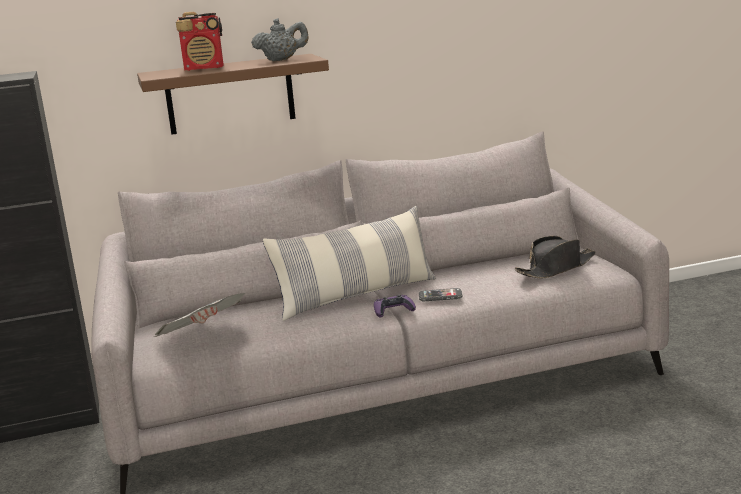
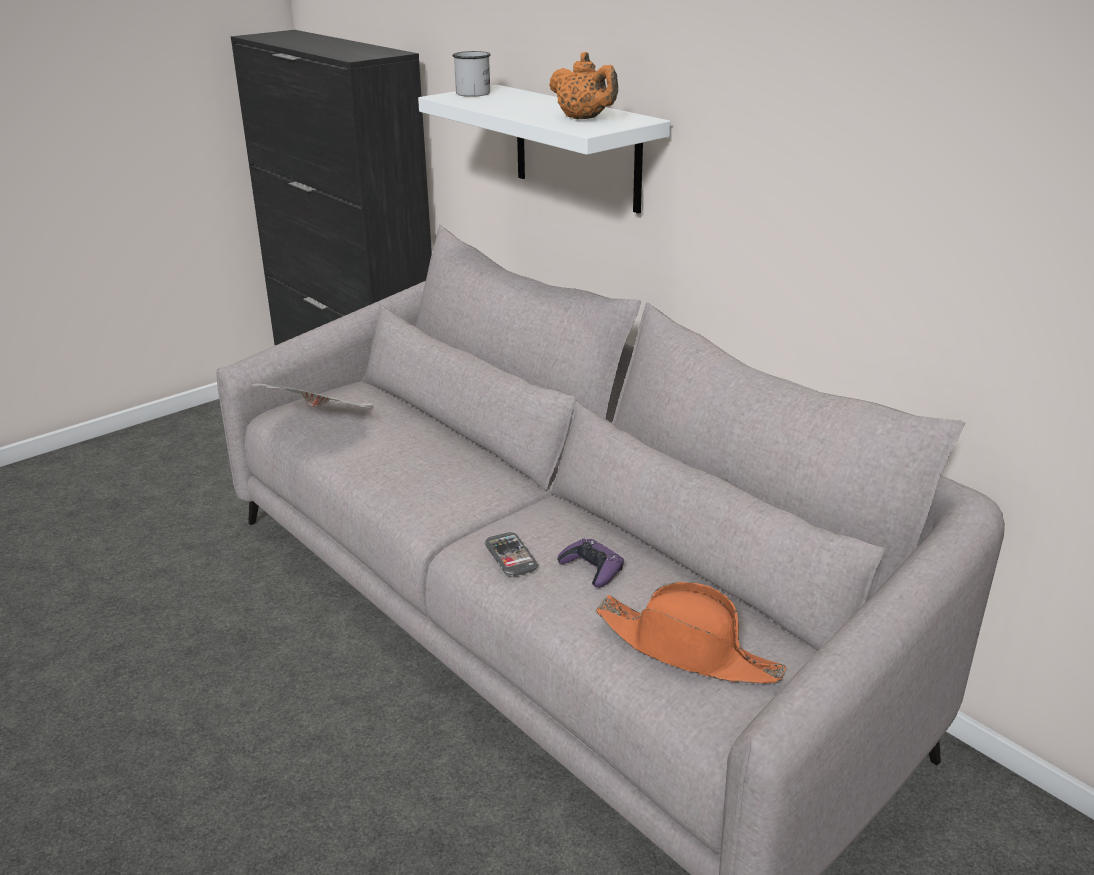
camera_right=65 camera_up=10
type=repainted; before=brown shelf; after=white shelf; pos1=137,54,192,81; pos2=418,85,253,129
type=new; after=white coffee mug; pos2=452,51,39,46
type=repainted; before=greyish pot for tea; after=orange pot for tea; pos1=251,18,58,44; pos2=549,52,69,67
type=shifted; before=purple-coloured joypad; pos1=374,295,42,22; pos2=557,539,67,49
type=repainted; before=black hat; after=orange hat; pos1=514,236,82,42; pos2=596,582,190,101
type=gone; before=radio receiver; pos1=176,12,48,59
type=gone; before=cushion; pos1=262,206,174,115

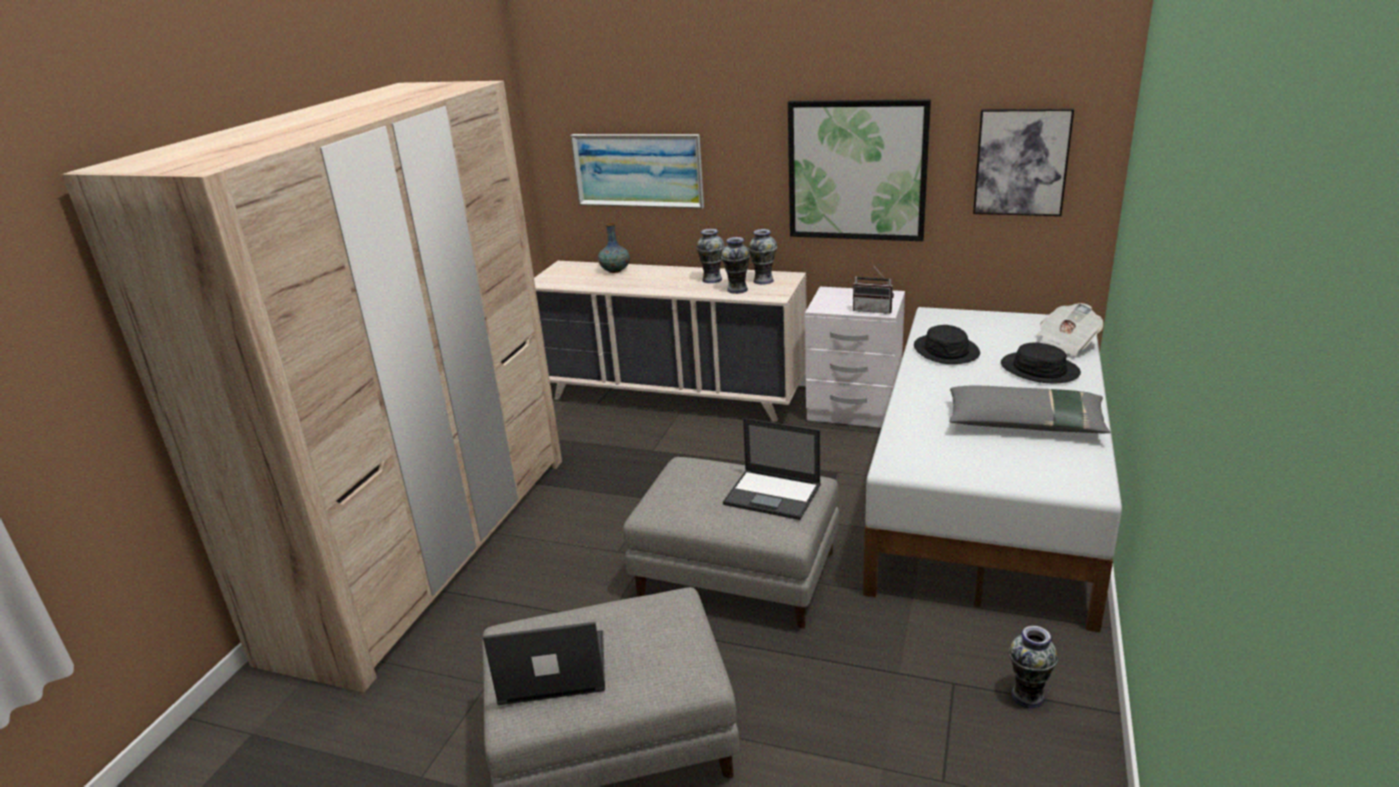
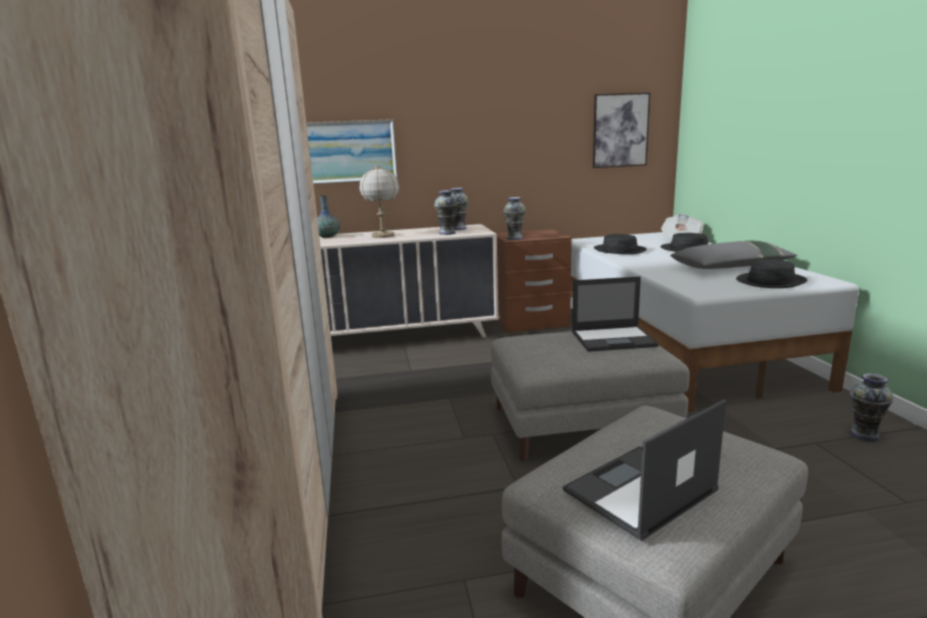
camera_right=-30 camera_up=-10
type=new; after=table lamp; pos2=359,164,40,74
type=repainted; before=white night table; after=brown night table; pos1=805,287,100,141; pos2=496,229,76,104
type=shifted; before=flower vase; pos1=696,229,29,54; pos2=503,197,23,43
type=new; after=black hat; pos2=736,260,71,28
type=gone; before=wall picture; pos1=788,99,143,142
type=gone; before=radio receiver; pos1=853,264,41,50

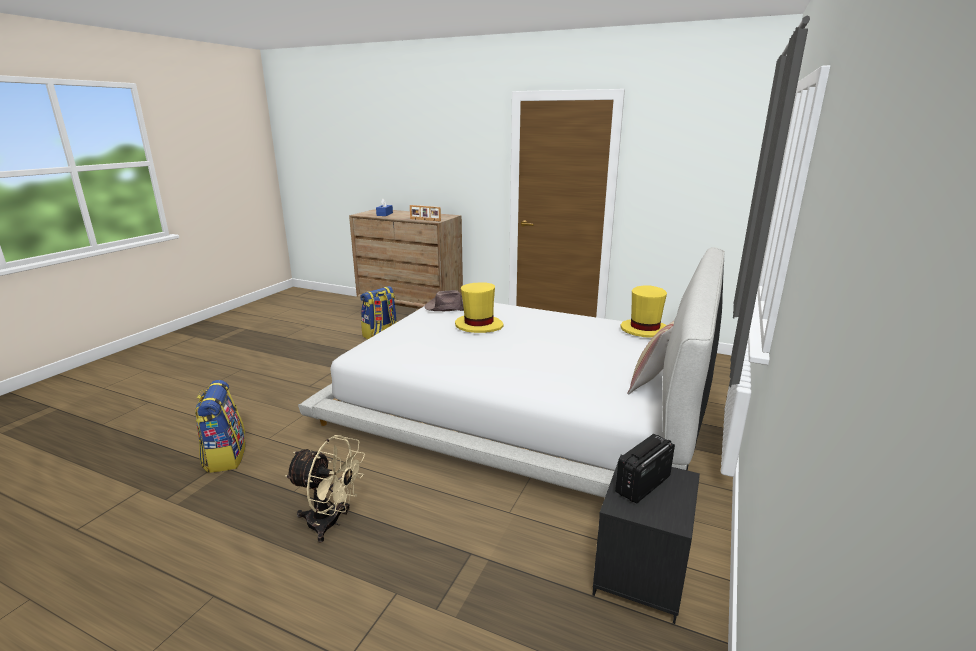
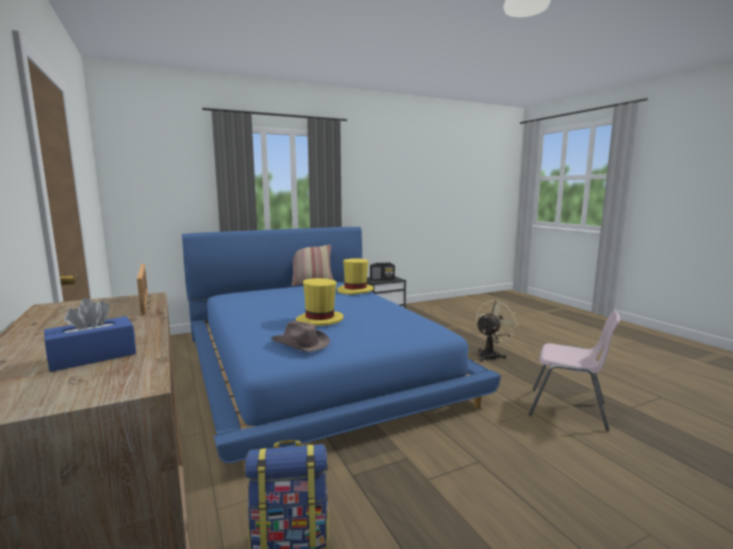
camera_right=-140 camera_up=-10
type=repainted; before=white sleeping bed; after=blue-coloured sleeping bed; pos1=298,247,427,251; pos2=182,227,319,245
type=shifted; before=yellow-coloured hat; pos1=620,285,47,53; pos2=337,258,37,37
type=rotated; before=beige fan; pos1=285,435,80,108; pos2=476,299,43,63; turn=75
type=swapped; before=knapsack; after=pinkish plain chair; pos1=195,380,50,93; pos2=528,311,92,120

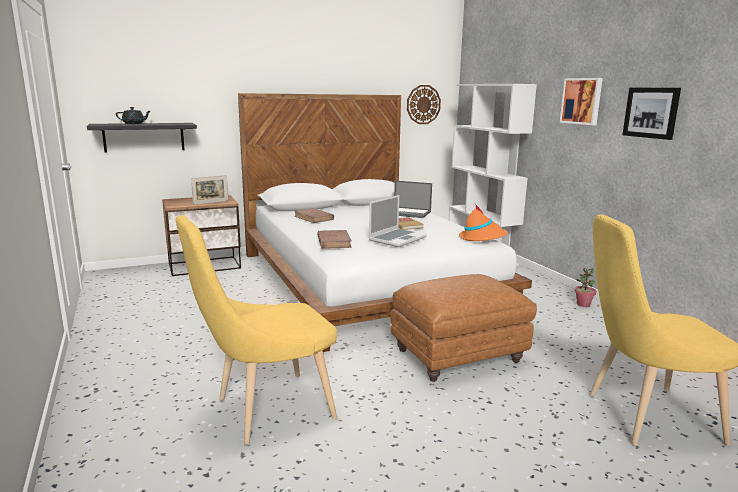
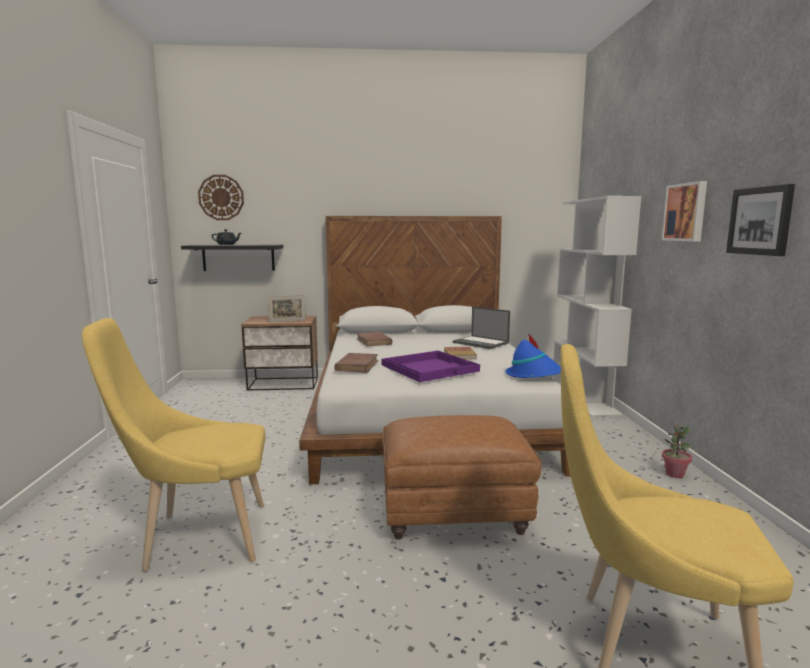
camera_right=20 camera_up=-5
type=shifted; before=hanging clock; pos1=407,85,34,39; pos2=198,175,46,45
type=swapped; before=laptop; after=purple-coloured carrying tray; pos1=369,195,58,52; pos2=382,351,98,31
type=repainted; before=orange hat; after=blue-coloured hat; pos1=459,204,49,37; pos2=505,333,56,45

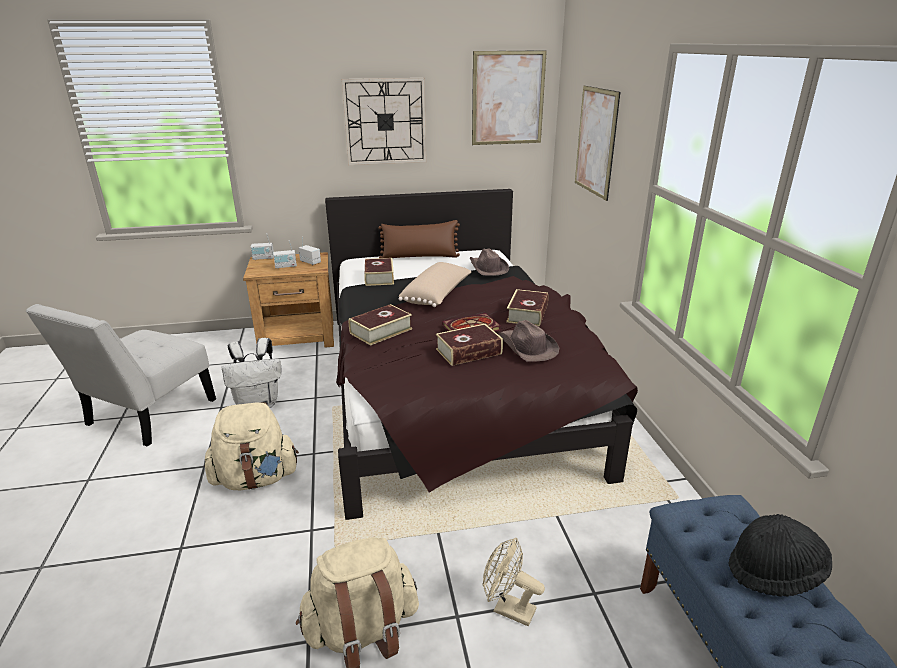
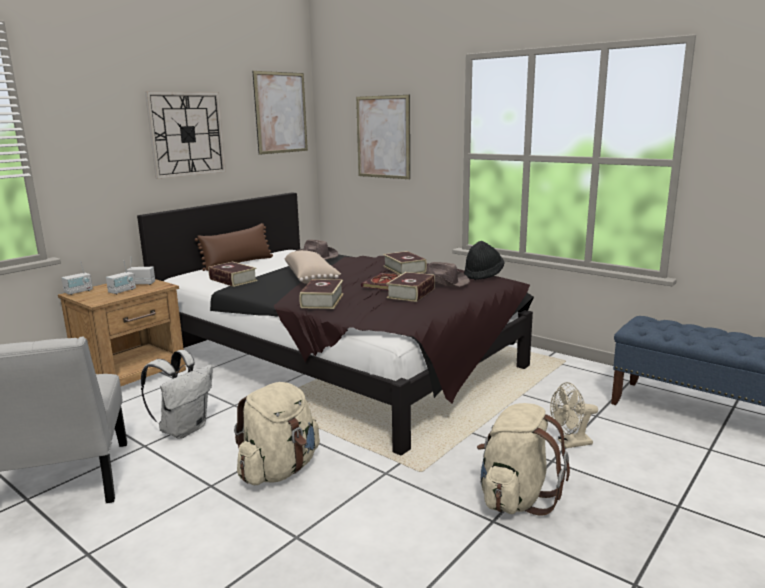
camera_right=-40 camera_up=-10
type=shifted; before=black hat; pos1=729,514,103,83; pos2=464,241,41,39

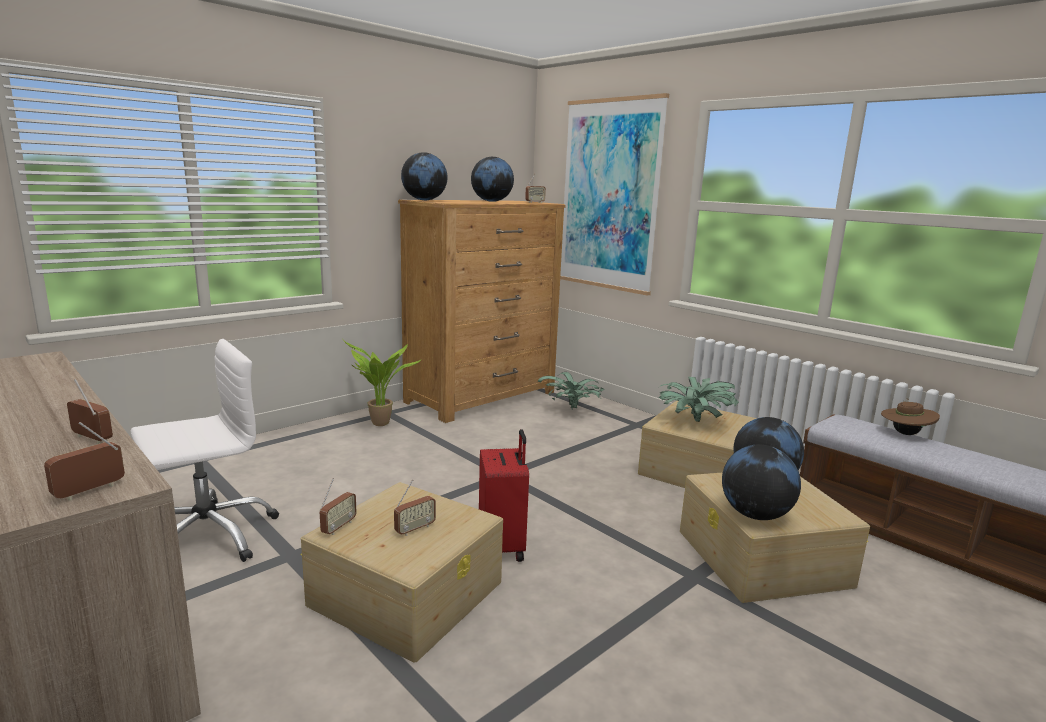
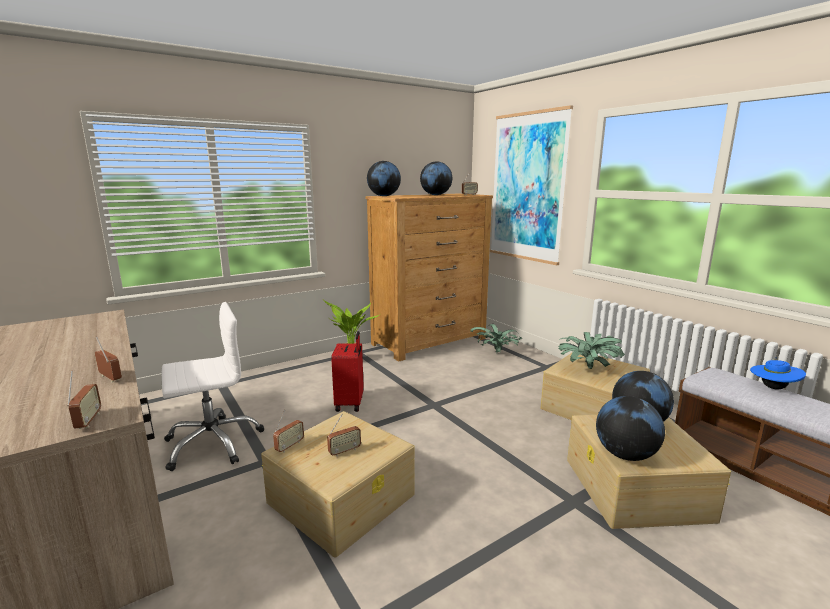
camera_right=10 camera_up=0
type=rotated; before=radio receiver; pos1=44,422,81,79; pos2=67,371,34,58; turn=120
type=shifted; before=red travel case; pos1=479,429,50,133; pos2=331,331,33,81
type=repainted; before=brown hat; after=blue-coloured hat; pos1=881,398,59,37; pos2=750,357,56,32

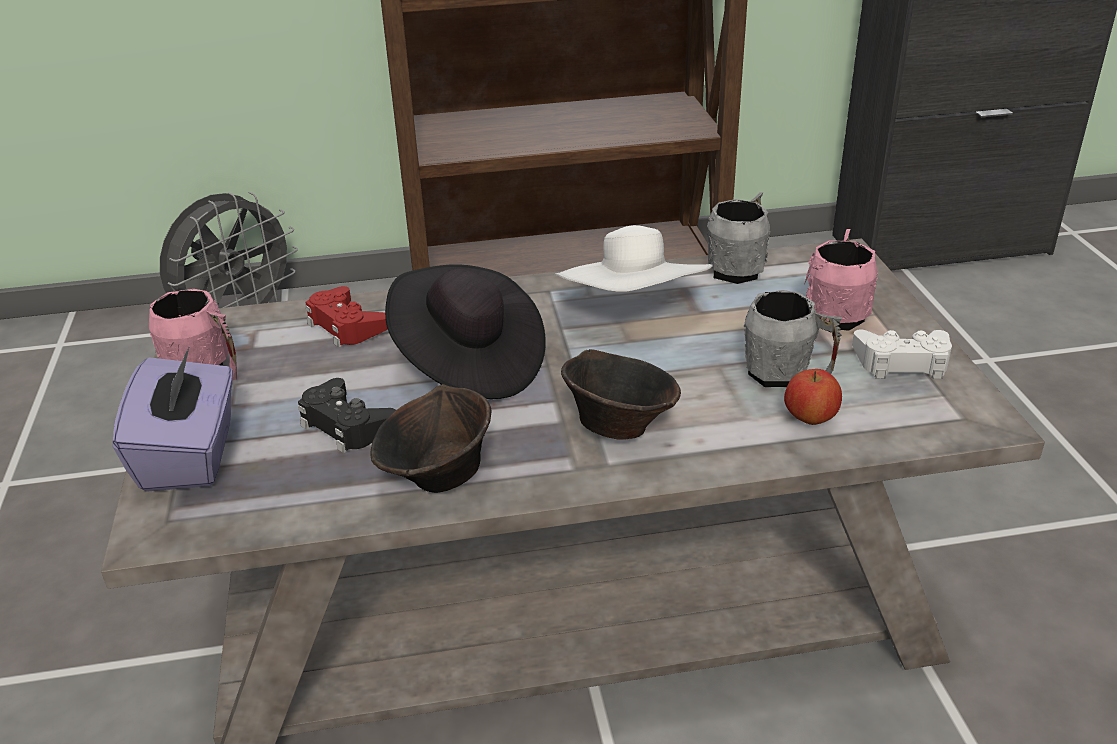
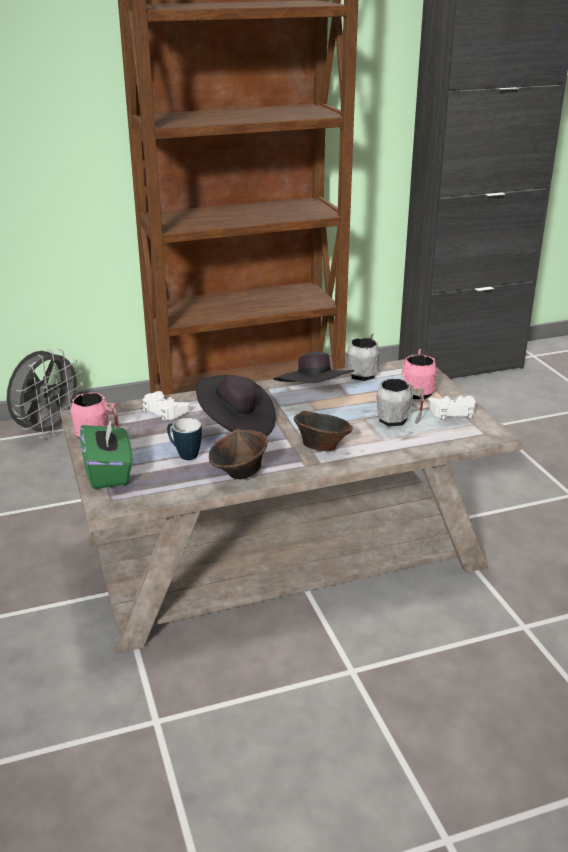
camera_right=-10 camera_up=-5
type=repainted; before=purple-coloured box of tissues; after=greenish box of tissues; pos1=113,346,120,146; pos2=80,418,52,71
type=repainted; before=red joypad; after=white joypad; pos1=305,286,83,61; pos2=143,391,46,30
type=swapped; before=black joypad; after=coffee mug; pos1=298,378,98,75; pos2=167,418,35,42
type=repainted; before=white hat; after=black hat; pos1=554,225,159,67; pos2=273,351,82,32
type=gone; before=apple; pos1=784,369,58,56

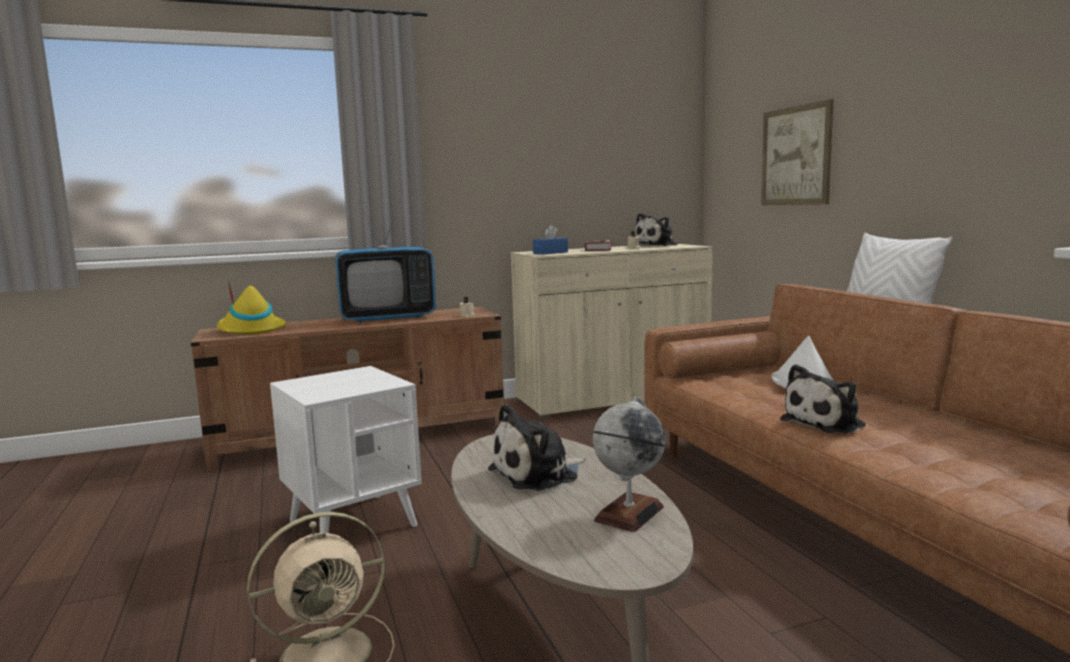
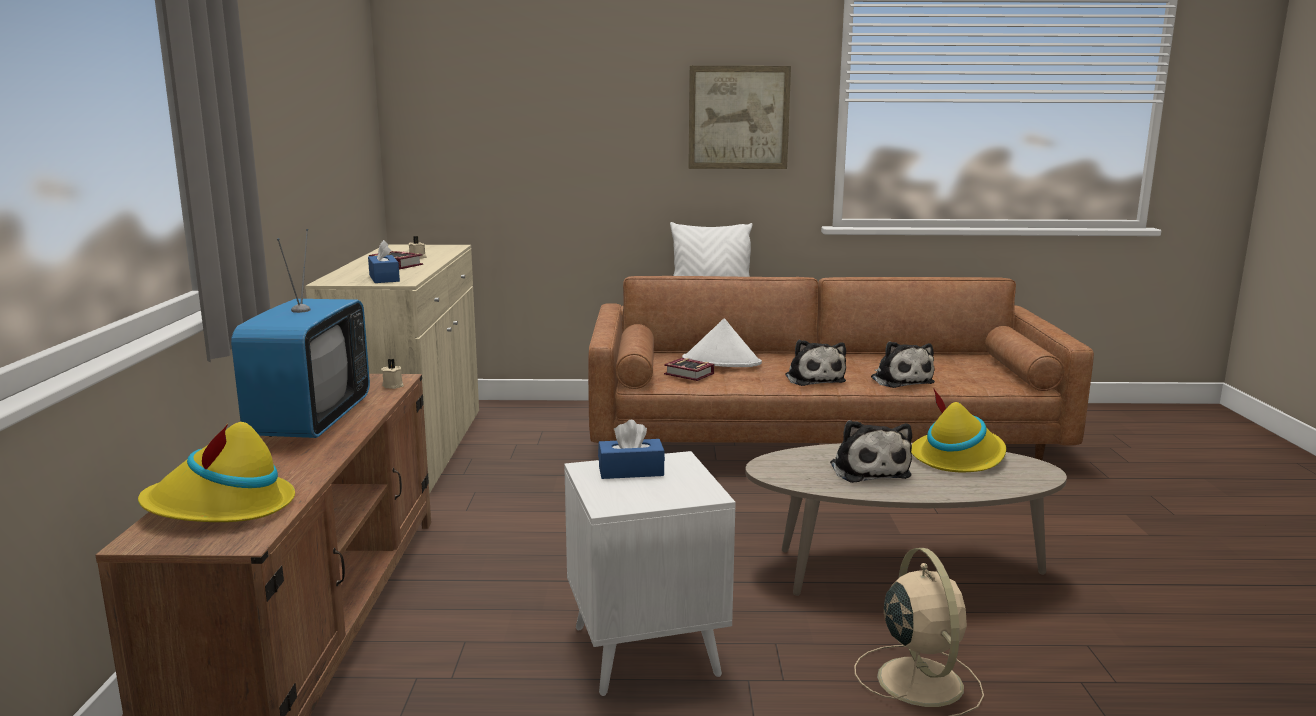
camera_right=-70 camera_up=5
type=new; after=blue-coloured box of tissues; pos2=598,420,67,59
type=new; after=volume; pos2=664,358,50,23
type=shifted; before=wall picture; pos1=761,99,73,106; pos2=688,66,103,103
type=shifted; before=plush toy; pos1=635,213,43,33; pos2=871,341,64,47
type=swapped; before=desk globe; after=yellow-coloured hat; pos1=593,396,72,136; pos2=911,388,95,84

